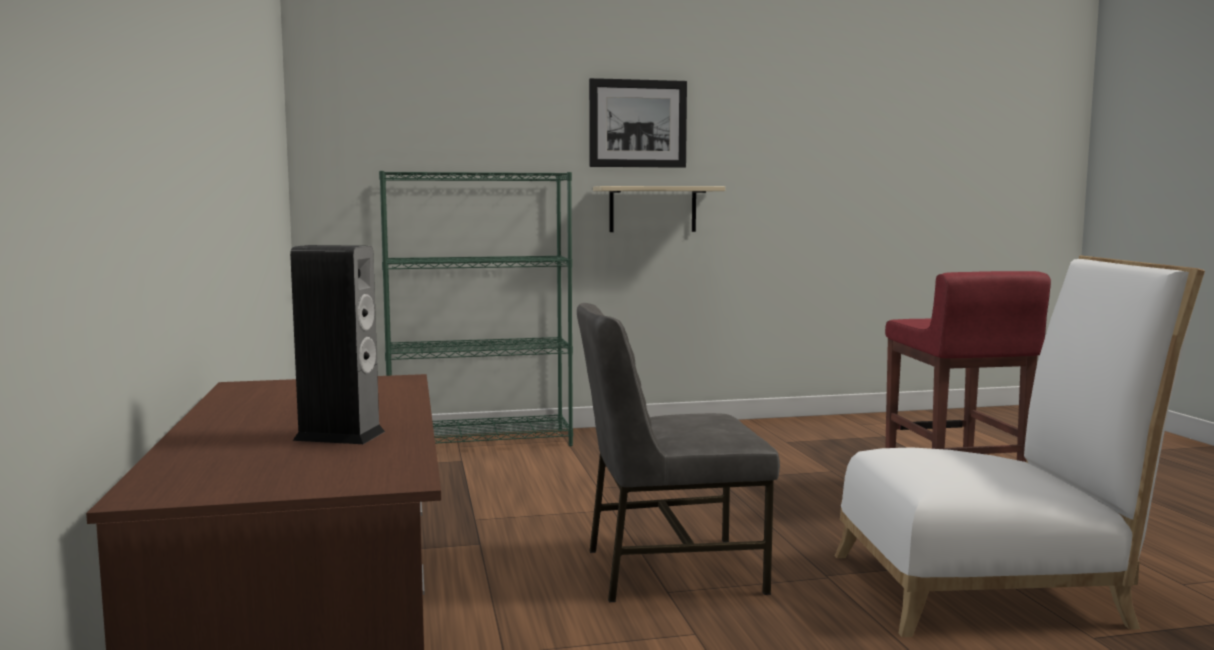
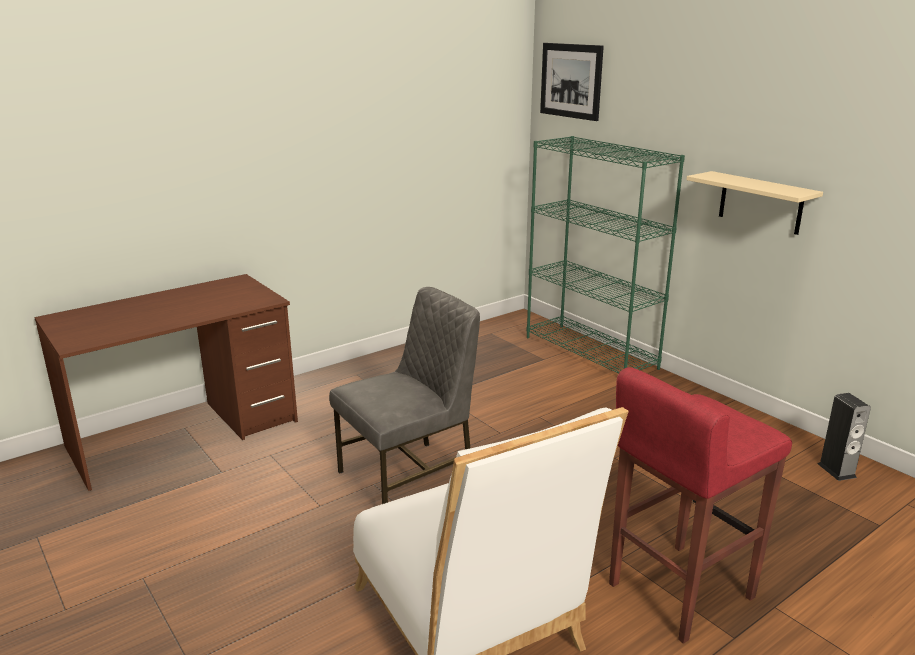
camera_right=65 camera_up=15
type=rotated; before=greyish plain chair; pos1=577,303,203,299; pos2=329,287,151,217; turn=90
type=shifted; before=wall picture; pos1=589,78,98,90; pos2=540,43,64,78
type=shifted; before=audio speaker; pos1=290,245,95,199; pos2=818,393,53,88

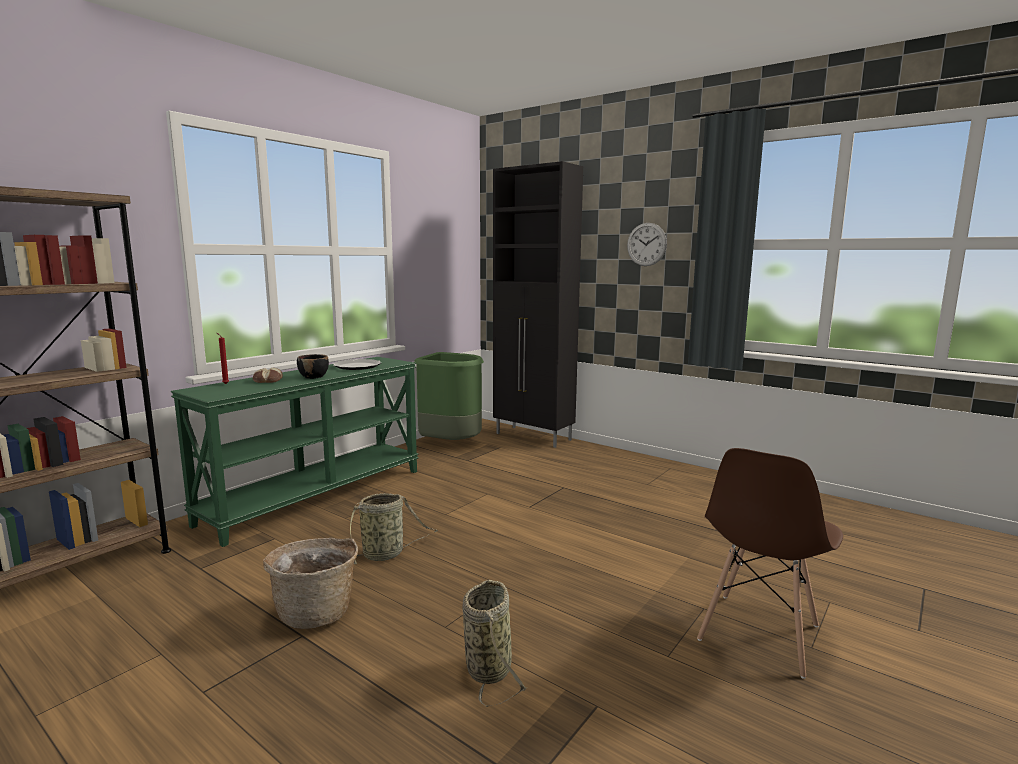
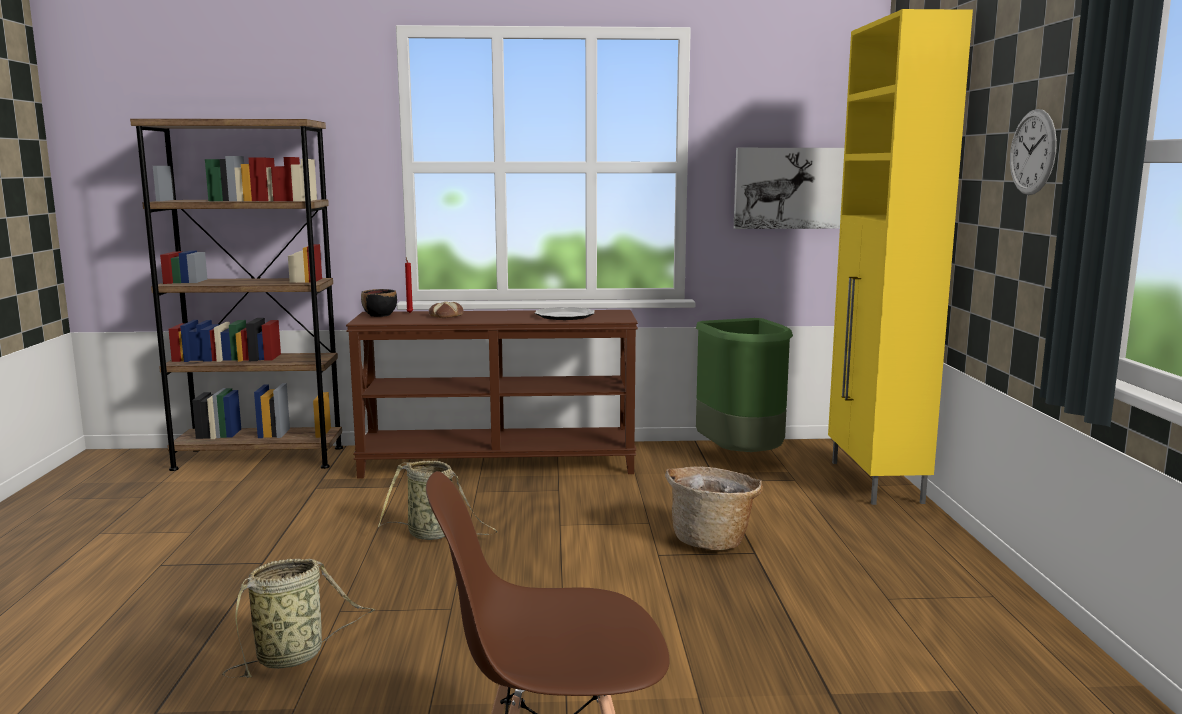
camera_right=50 camera_up=0
type=repainted; before=greenish hall table; after=brown hall table; pos1=171,357,248,190; pos2=346,310,292,169
type=shifted; before=black bowl; pos1=297,354,32,25; pos2=361,289,36,28
type=shifted; before=household basket; pos1=263,538,95,91; pos2=665,466,98,84
type=new; after=wall picture; pos2=734,148,110,81
type=repainted; before=black cupboard; after=yellow-coloured cupboard; pos1=493,161,90,287; pos2=828,9,145,496

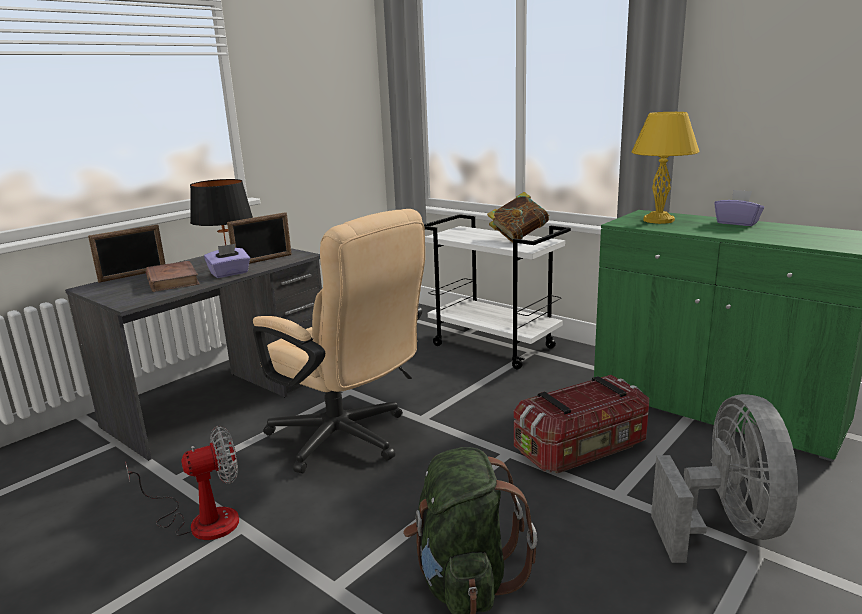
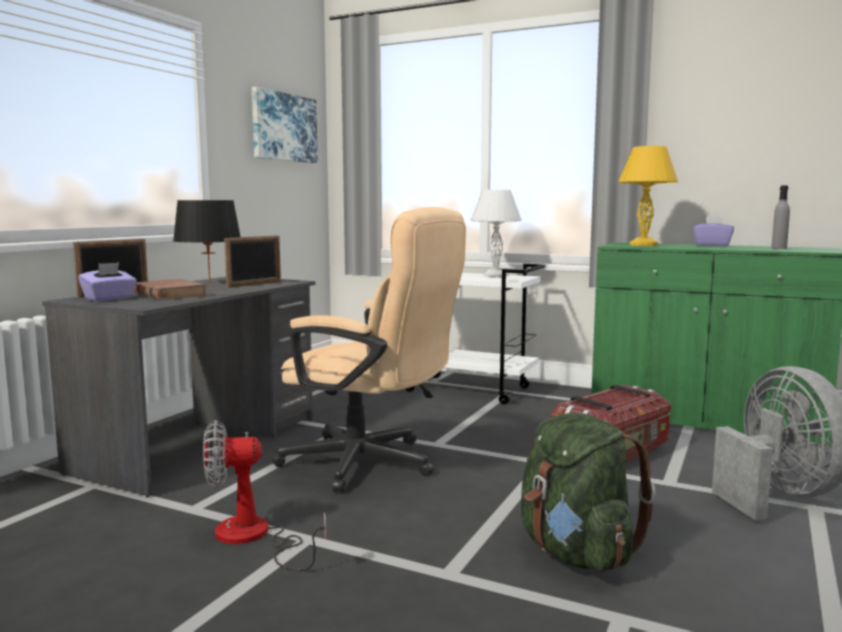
camera_right=-15 camera_up=-10
type=shifted; before=purple-coloured box of tissues; pos1=204,244,46,34; pos2=78,262,59,39
type=rotated; before=fan; pos1=126,426,113,114; pos2=203,420,123,151; turn=-150
type=new; after=wall picture; pos2=252,87,66,76
type=swapped; before=volume; after=white table lamp; pos1=487,192,63,51; pos2=471,190,51,87
type=new; after=greyish bottle; pos2=771,185,19,64

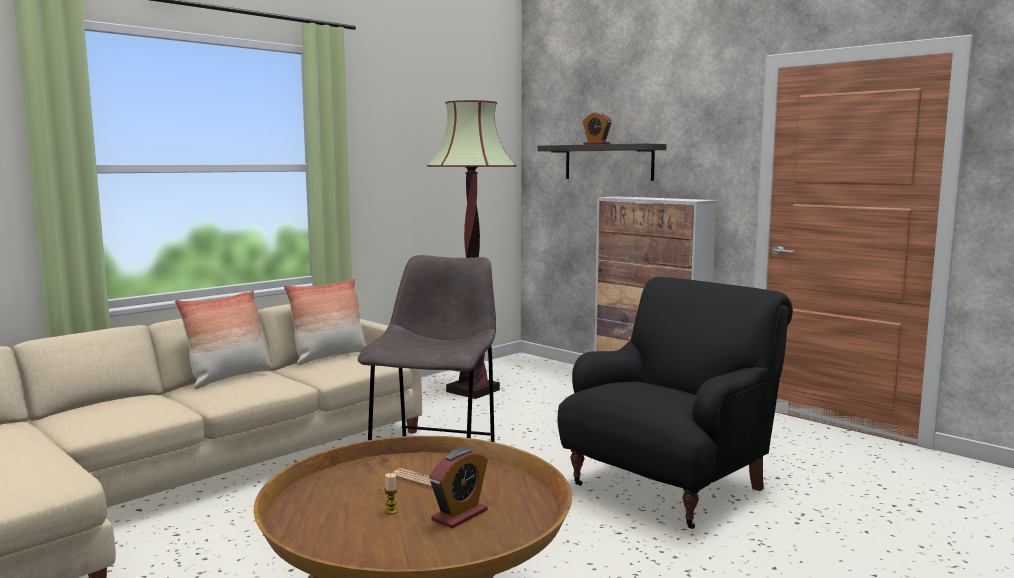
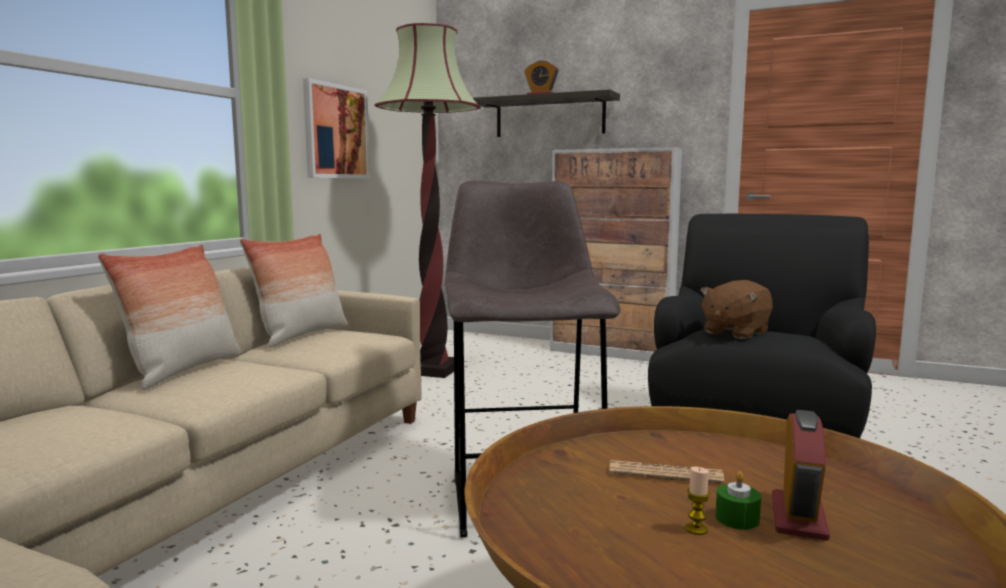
camera_right=-20 camera_up=0
type=new; after=wall picture; pos2=303,78,67,101
type=new; after=brown plush toy; pos2=700,280,73,59
type=new; after=greenish wax candle; pos2=715,471,46,59

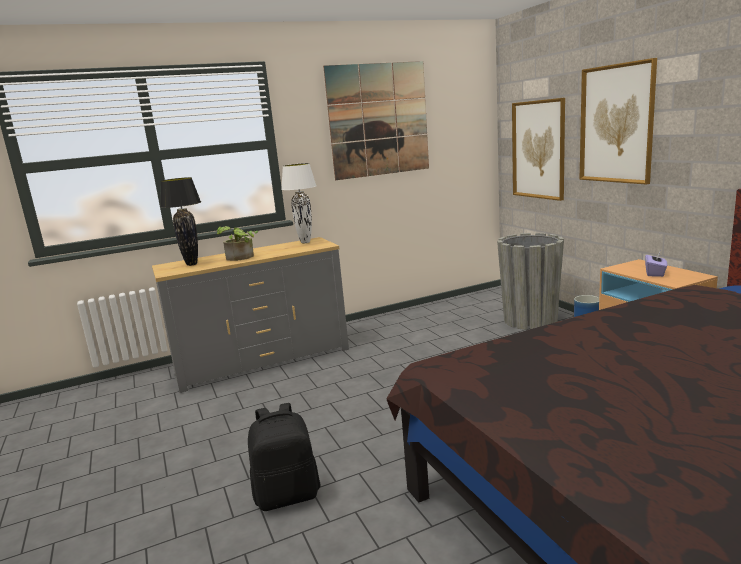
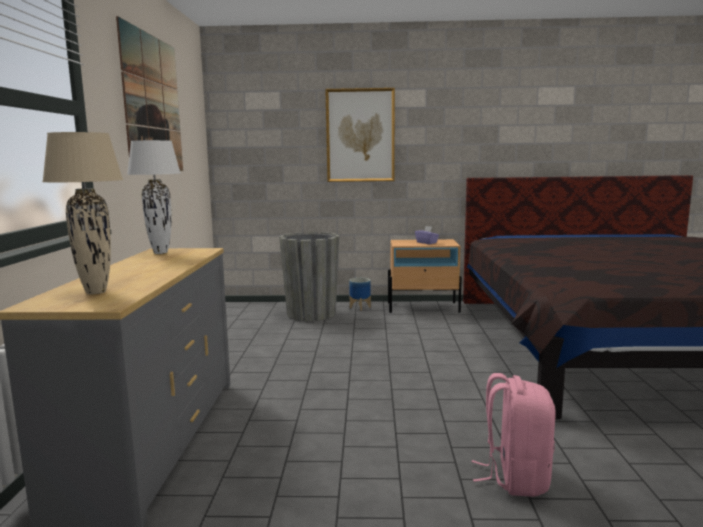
camera_right=-65 camera_up=-5
type=repainted; before=black table lamp; after=beige table lamp; pos1=160,177,41,89; pos2=42,132,81,162
type=repainted; before=black knapsack; after=pinkish knapsack; pos1=248,403,73,108; pos2=471,373,85,124
type=gone; before=plant in a pot; pos1=217,226,41,35
type=gone; before=wall picture; pos1=512,98,53,103

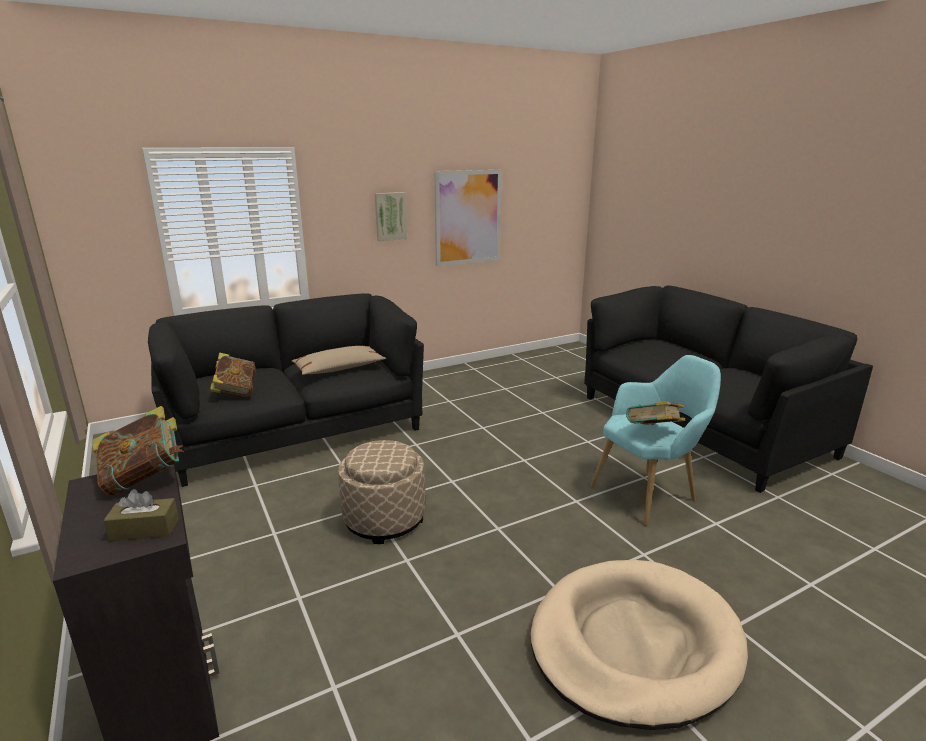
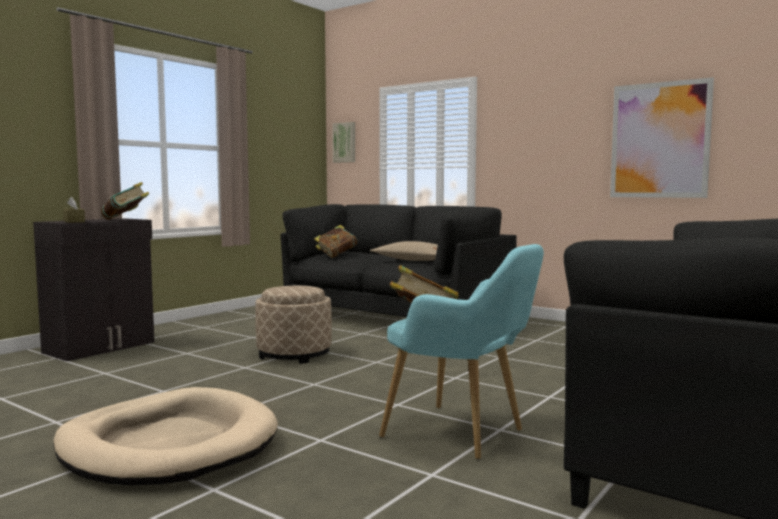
camera_right=65 camera_up=-15
type=shifted; before=wall picture; pos1=375,192,32,49; pos2=332,122,23,41

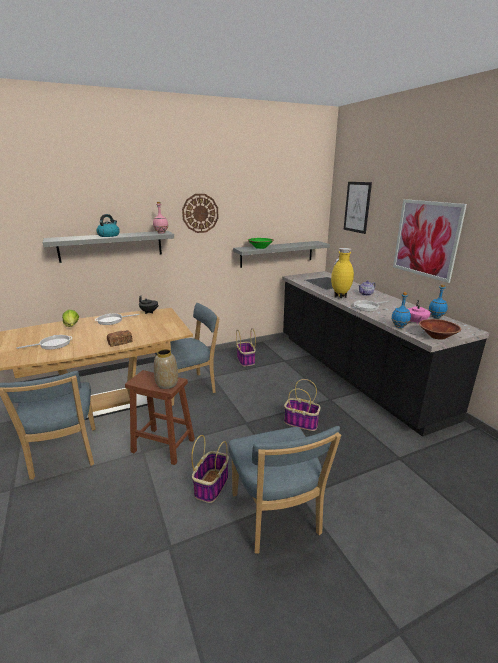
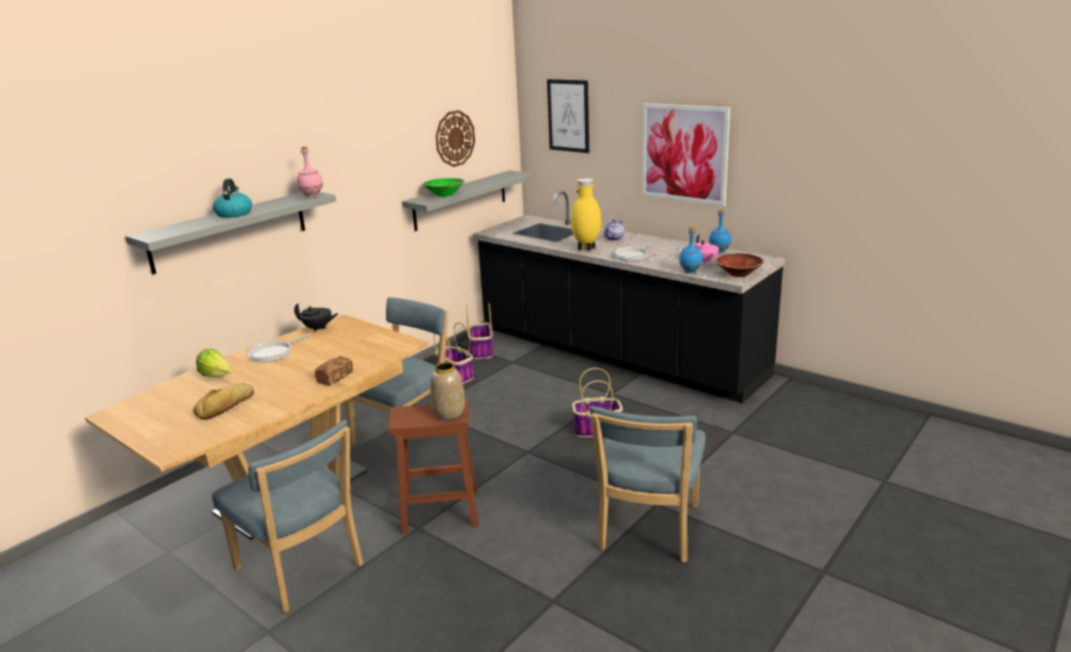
camera_right=-25 camera_up=0
type=swapped; before=skillet; after=bakery bread; pos1=16,335,56,15; pos2=193,383,61,37
type=shifted; before=hanging clock; pos1=182,194,37,39; pos2=436,110,39,57
type=shifted; before=household basket; pos1=191,435,38,68; pos2=466,303,27,56
type=rotated; before=blue-coloured plain chair; pos1=229,426,112,127; pos2=590,406,115,156; turn=60

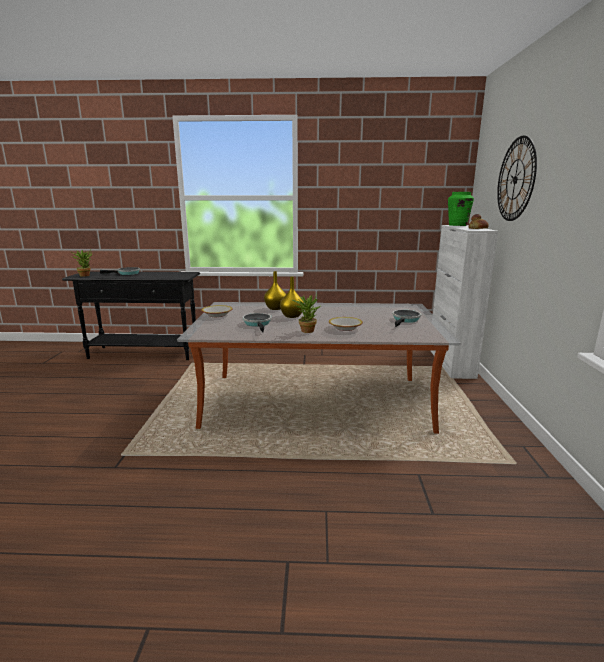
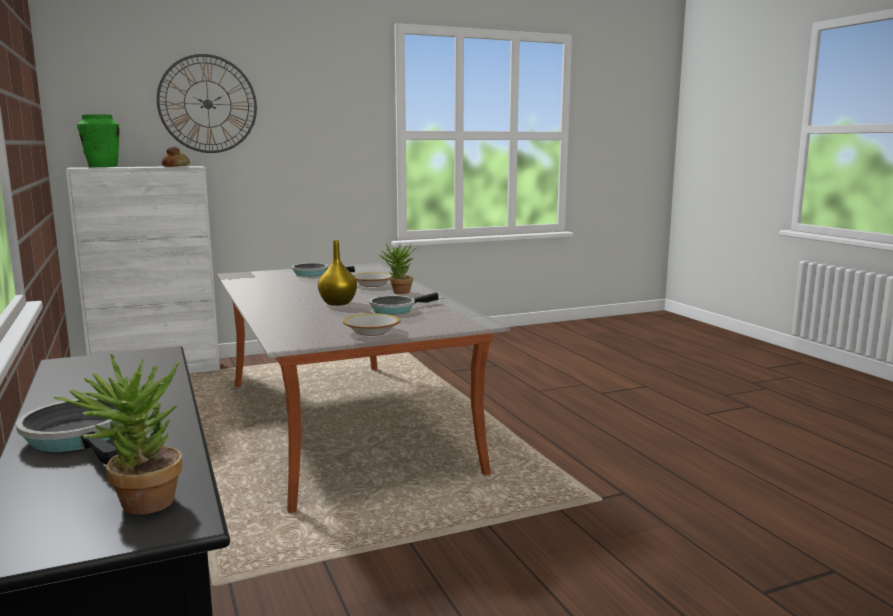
camera_right=-115 camera_up=-5
type=gone; before=yellow-coloured flower vase; pos1=264,271,22,39

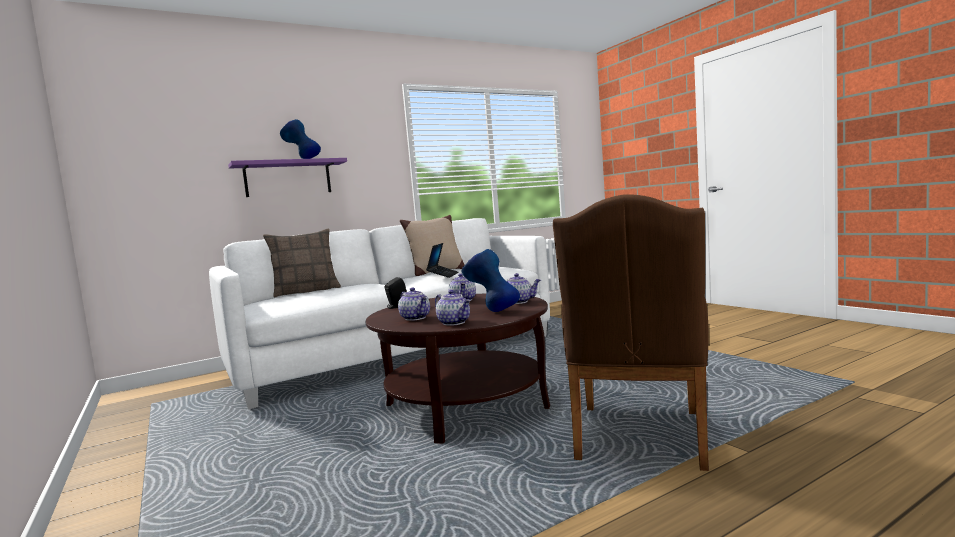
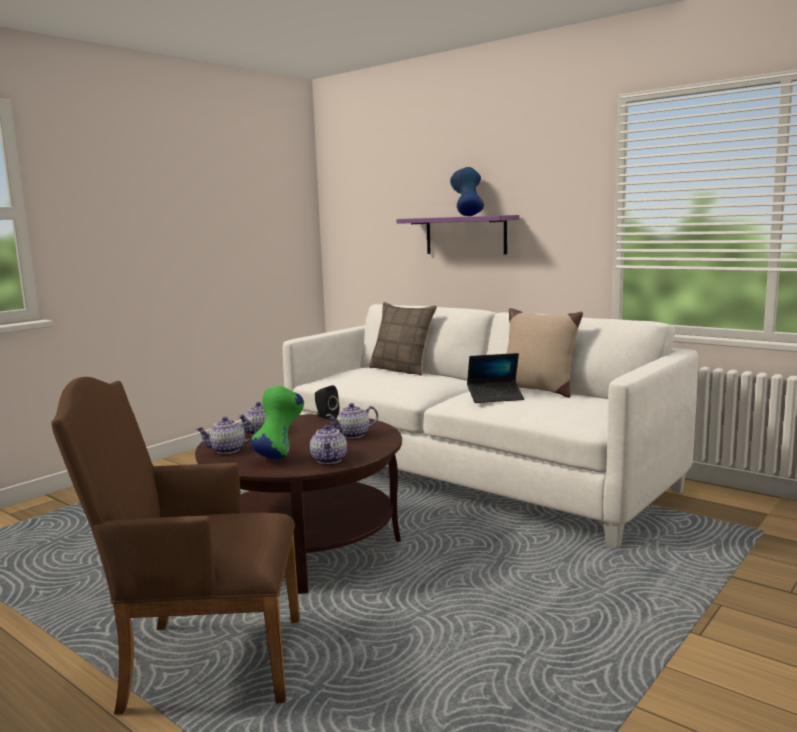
camera_right=70 camera_up=5
type=rotated; before=pot for tea; pos1=435,290,36,36; pos2=196,417,60,37; turn=45
type=repainted; before=blue-coloured flower vase; after=greenish flower vase; pos1=462,249,58,63; pos2=251,386,53,73

